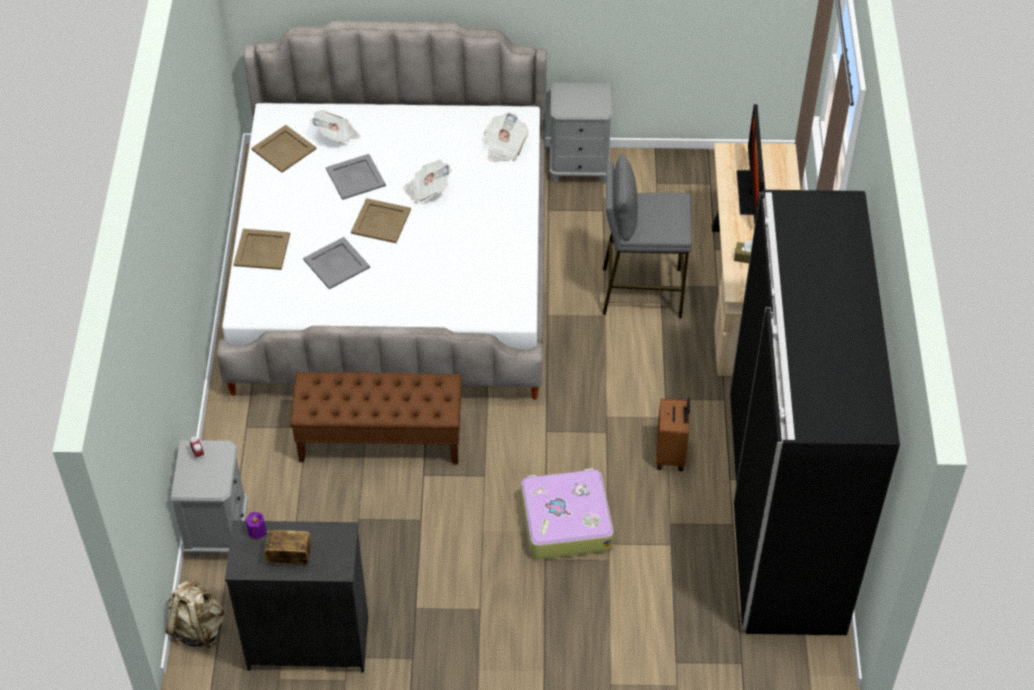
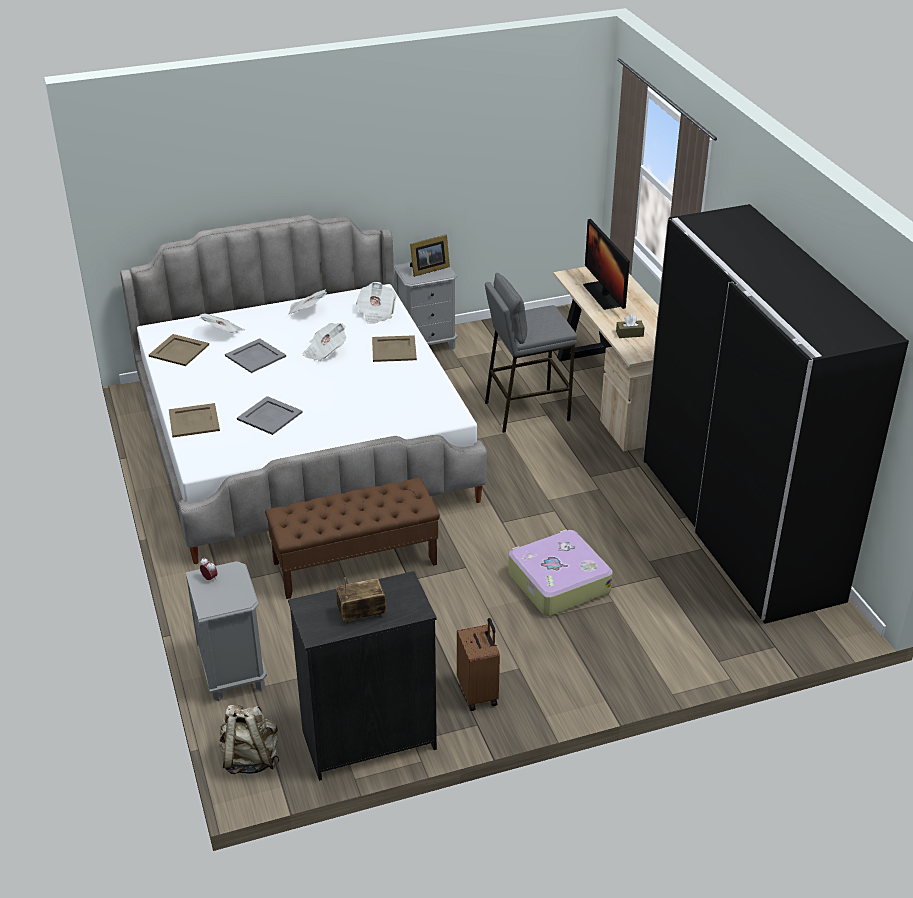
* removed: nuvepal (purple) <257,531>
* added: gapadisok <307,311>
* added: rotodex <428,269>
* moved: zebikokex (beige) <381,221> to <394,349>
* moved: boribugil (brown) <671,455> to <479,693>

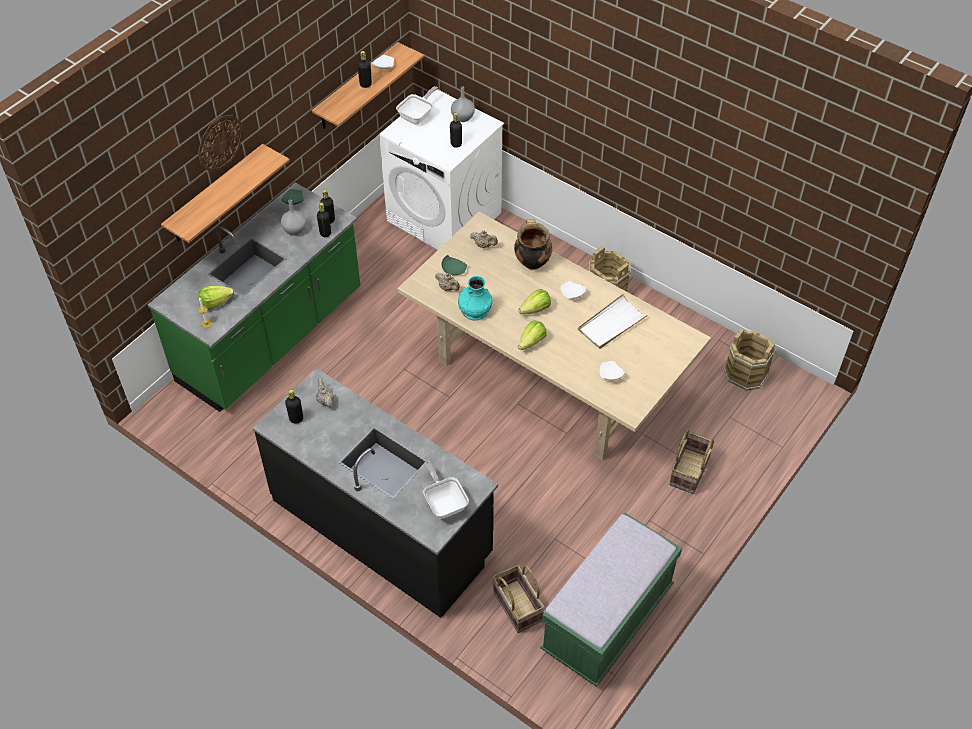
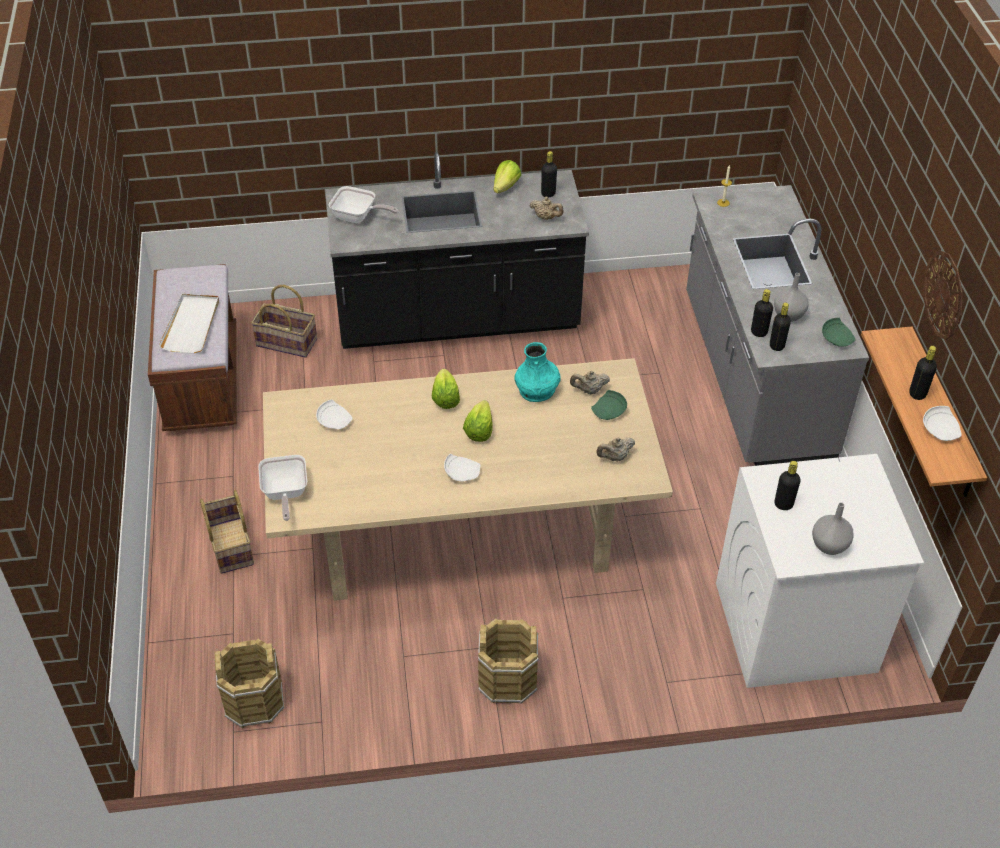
* removed: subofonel <215,195>
* removed: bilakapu <532,261>
* moved: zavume <219,142> to <944,294>
* moved: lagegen <215,303> to <505,187>
* moved: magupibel <418,116> to <285,494>
* moved: zebikokex (white) <611,324> to <191,325>
* recoloured: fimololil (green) <272,338> to fimololil (grey) <753,379>
* recoloured: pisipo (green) <607,619> to pisipo (brown) <202,381>

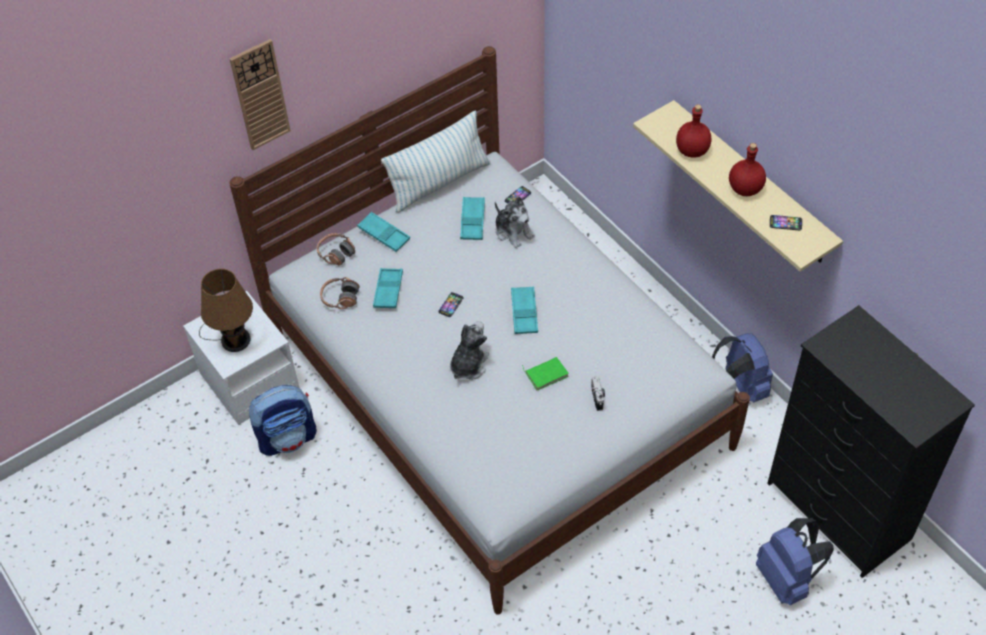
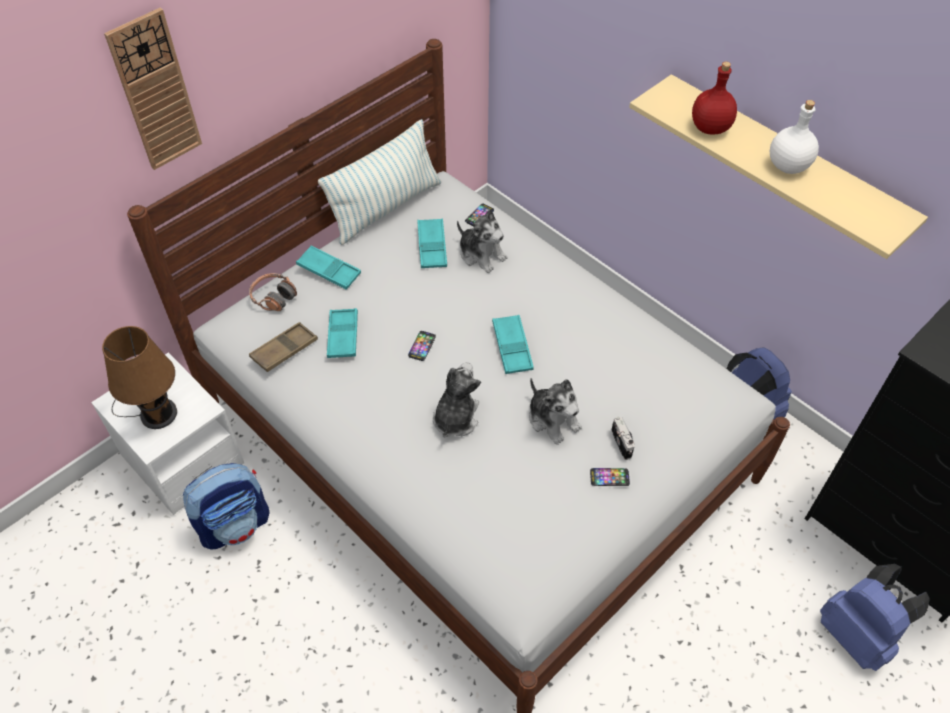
* moved: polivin <785,223> to <609,477>
* replaced: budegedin <340,298> to zebikokex (brown) <284,350>
* replaced: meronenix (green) <546,374> to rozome <553,419>
* recoloured: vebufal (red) <745,189> to vebufal (white) <788,166>

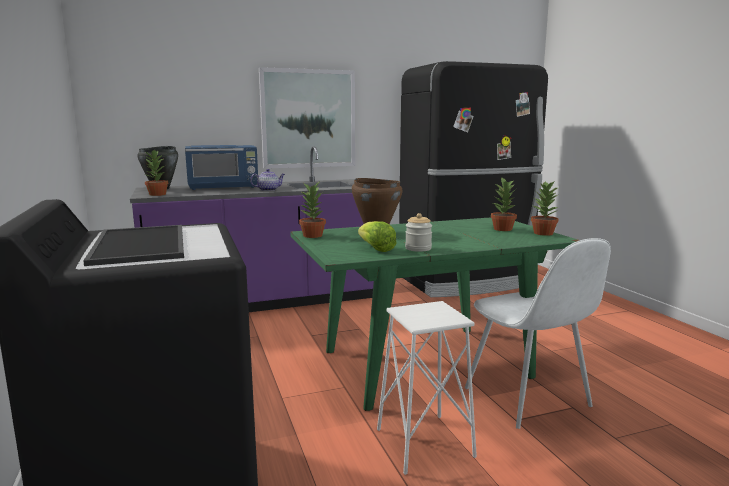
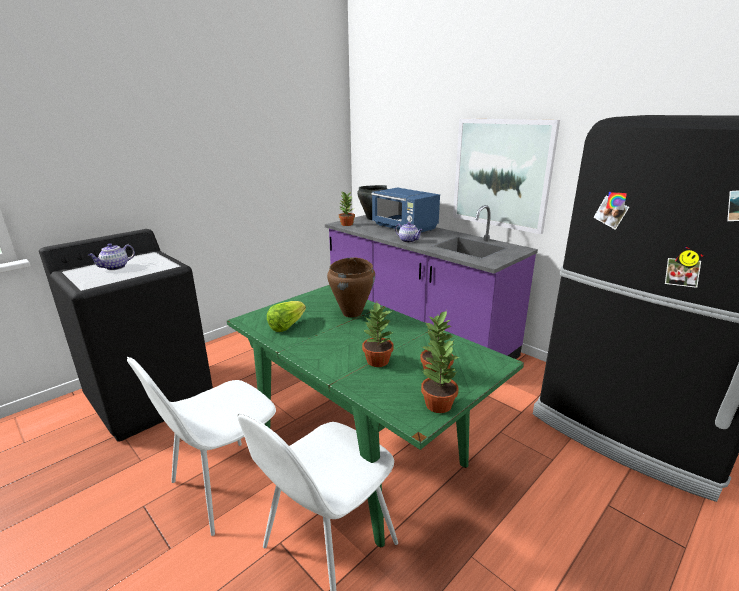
* removed: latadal <418,248>
* moved: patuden <313,236> to <377,361>
* replaced: zebikokex <142,245> to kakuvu <115,267>
* replaced: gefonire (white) <424,443> to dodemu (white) <224,486>

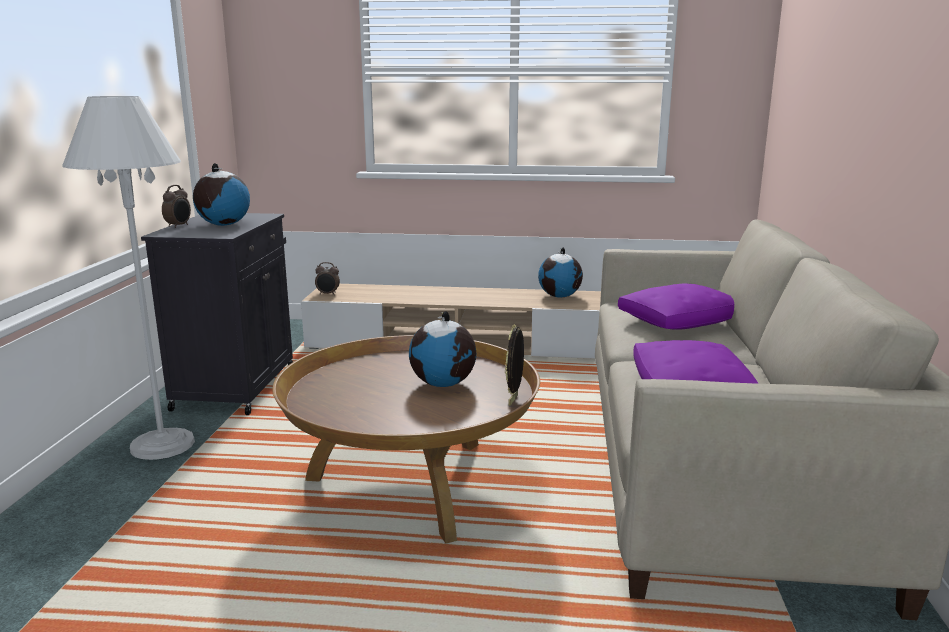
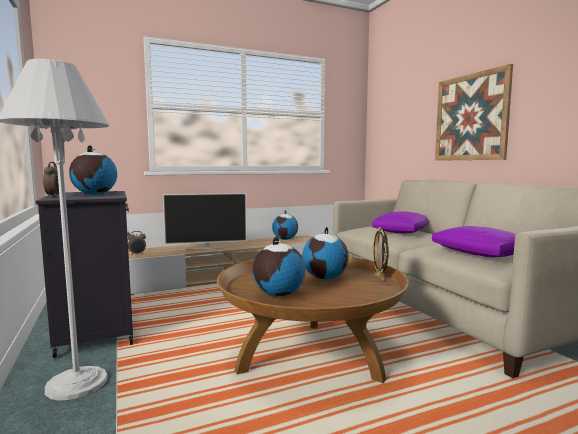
* added: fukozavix <206,248>
* added: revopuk <278,294>
* added: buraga <471,117>

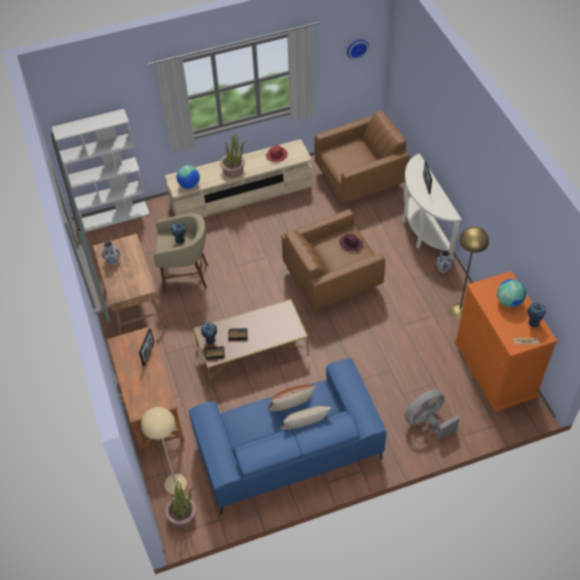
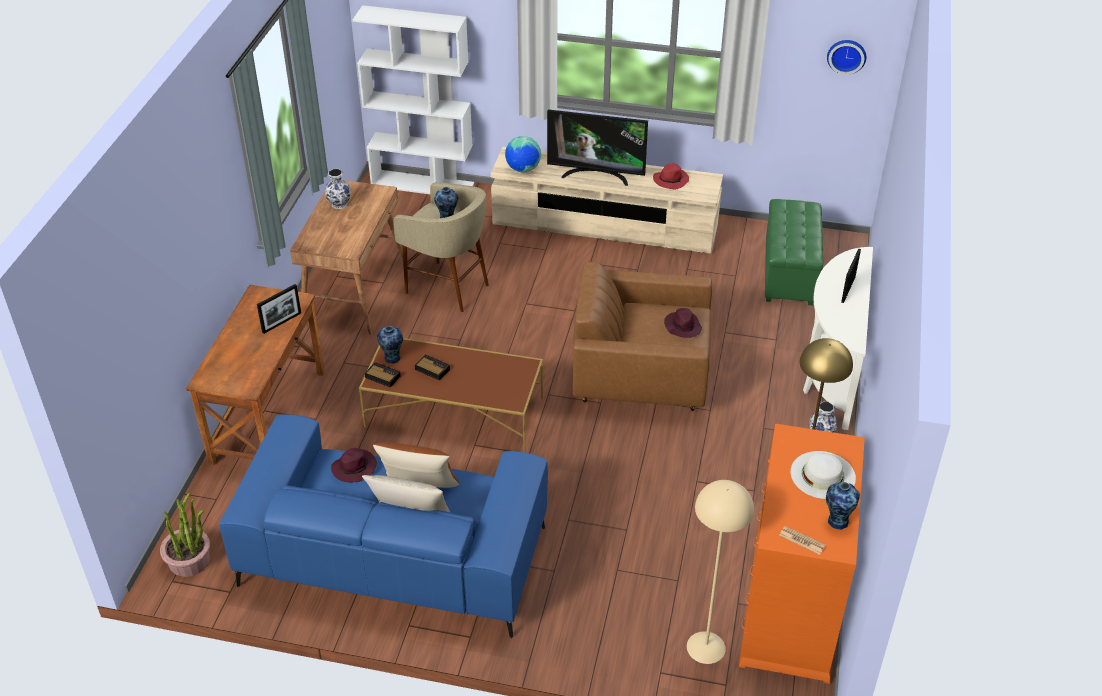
* removed: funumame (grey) <427,422>
* added: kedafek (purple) <354,467>
* moved: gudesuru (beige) <175,484> to <706,647>
* replaced: patuden <233,170> to fukozavix <596,175>
* replaced: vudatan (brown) <360,180> to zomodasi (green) <789,273>
* replaced: revopuk <509,301> to kedafek (white) <823,475>

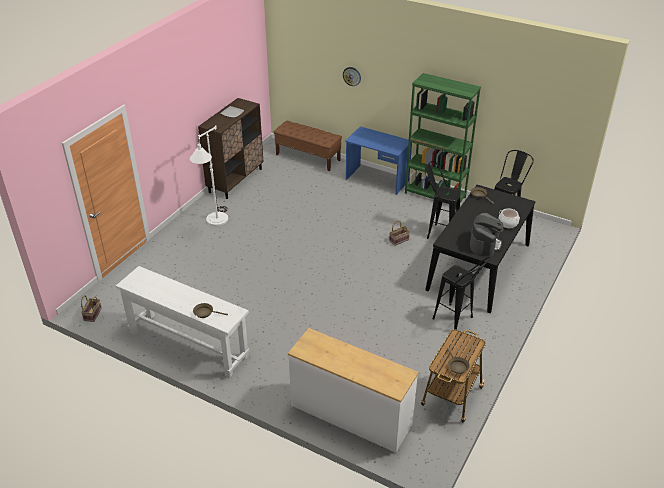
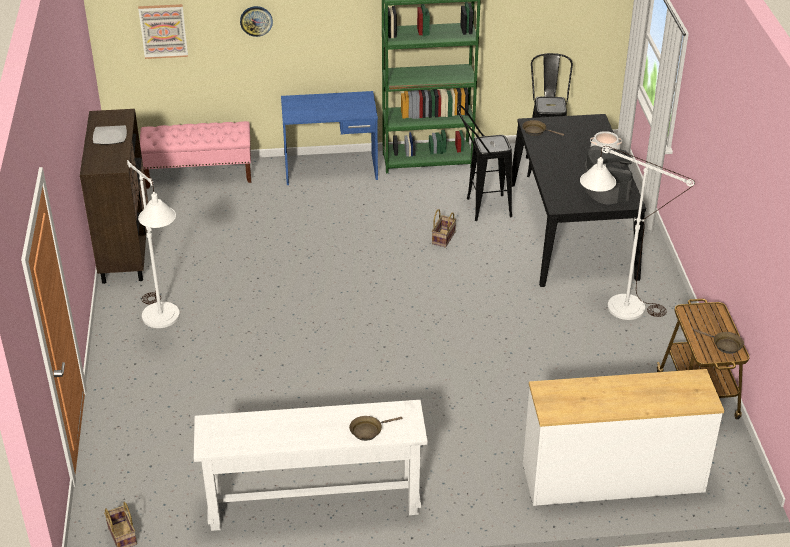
* added: buraga <163,31>
* replaced: gefonire (black) <457,321> to gudesuru (white) <614,306>
* recoloured: pisipo (brown) <308,157> to pisipo (pink) <199,174>

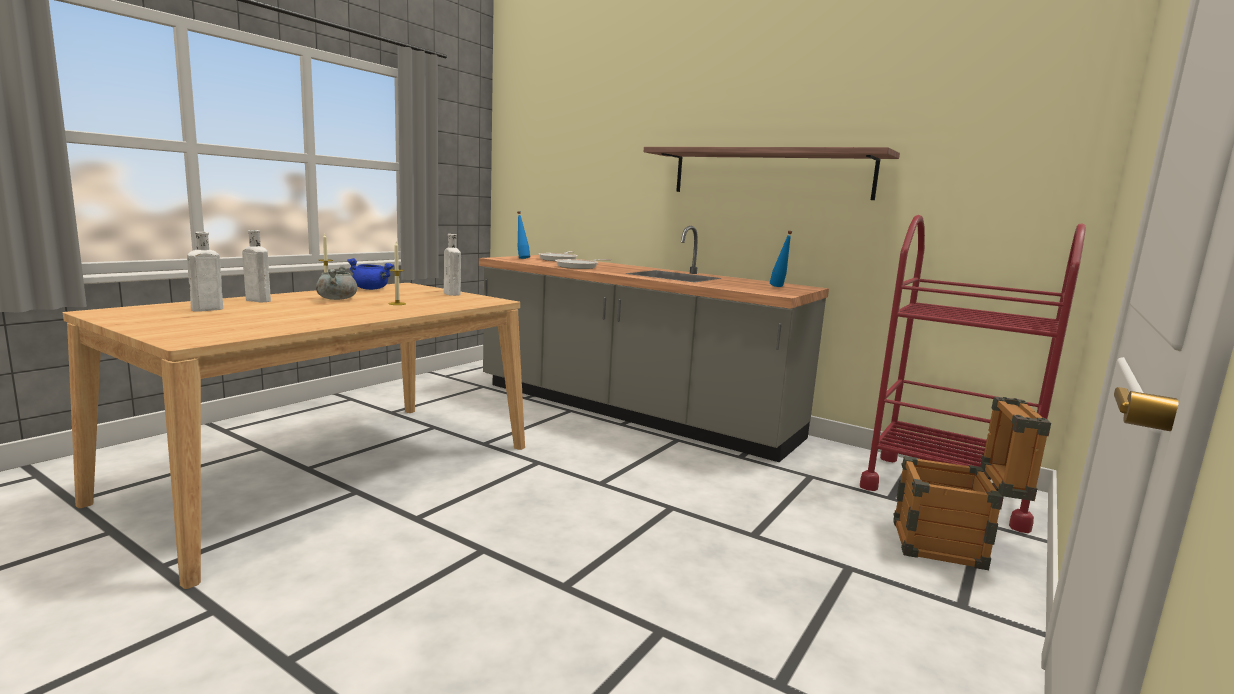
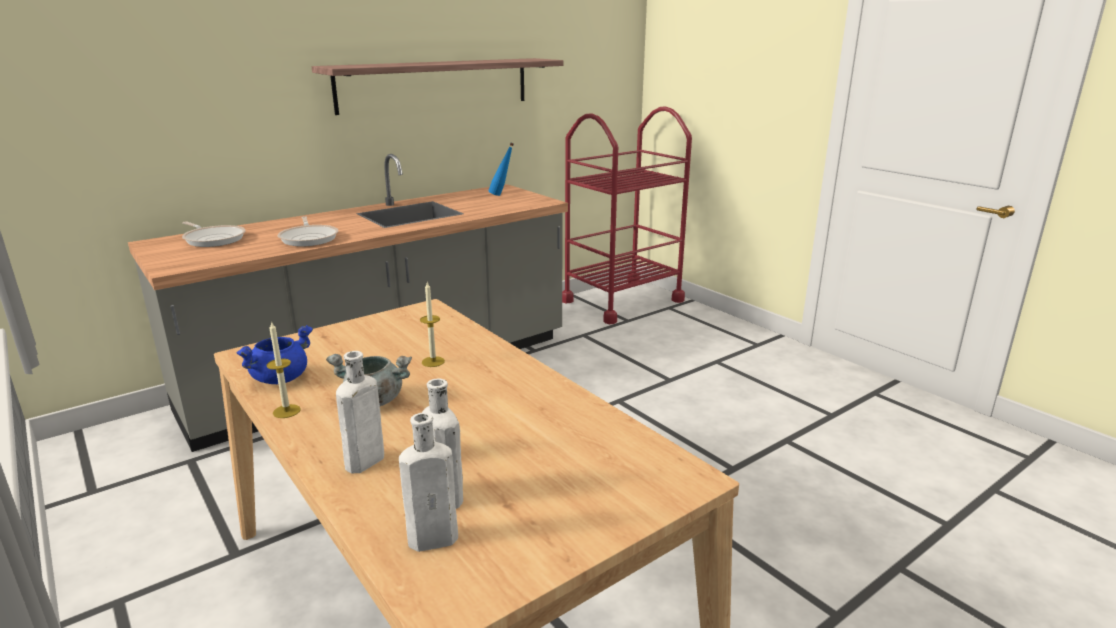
* removed: vebufal (blue) <521,258>
* removed: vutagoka <952,547>
* moved: vebufal (white) <452,294> to <437,538>

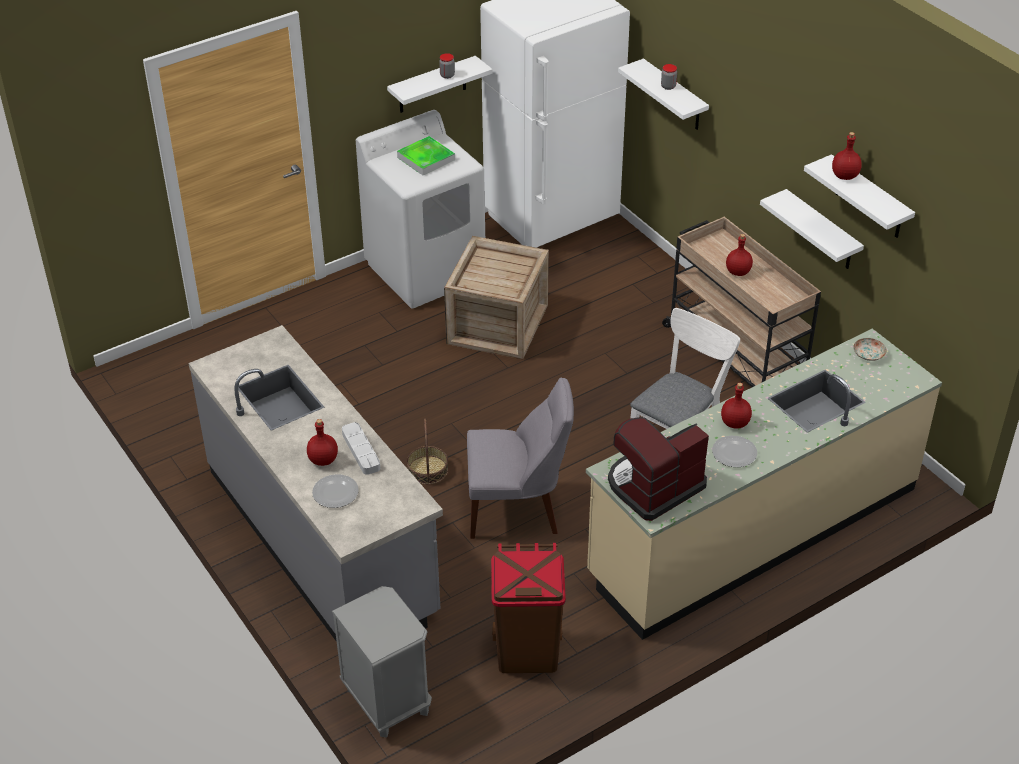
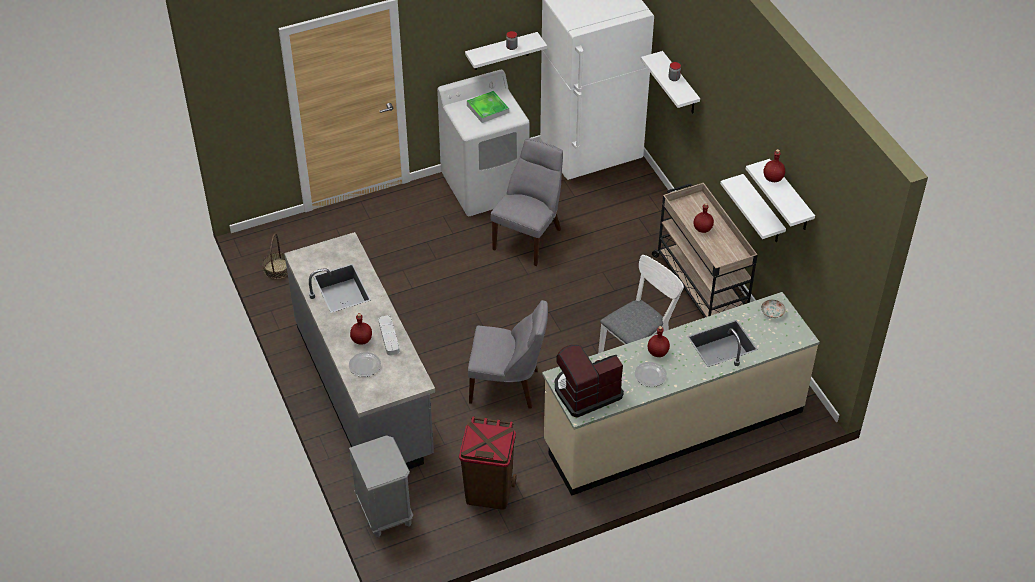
* moved: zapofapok <427,470> to <277,269>
* replaced: vutagoka <498,323> to dodemu (grey) <529,237>

